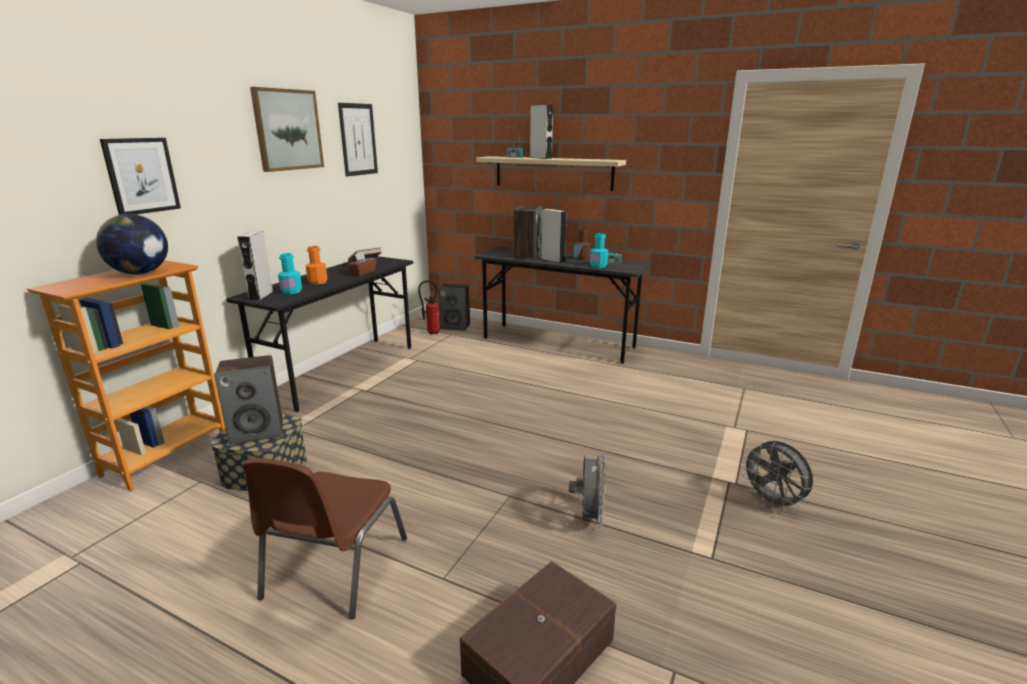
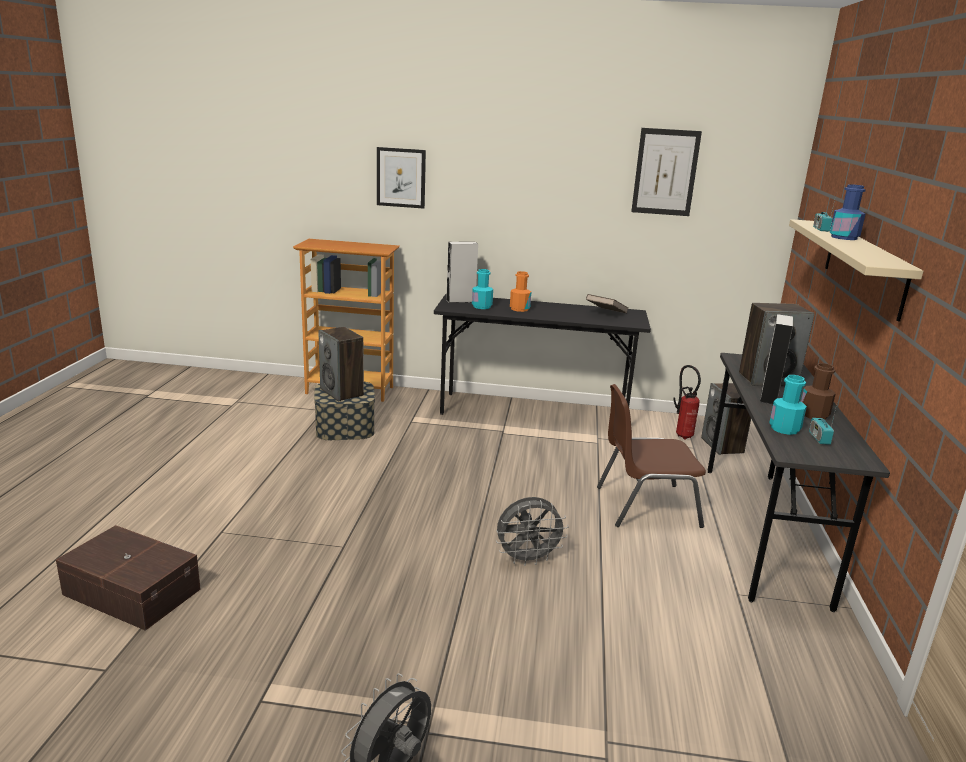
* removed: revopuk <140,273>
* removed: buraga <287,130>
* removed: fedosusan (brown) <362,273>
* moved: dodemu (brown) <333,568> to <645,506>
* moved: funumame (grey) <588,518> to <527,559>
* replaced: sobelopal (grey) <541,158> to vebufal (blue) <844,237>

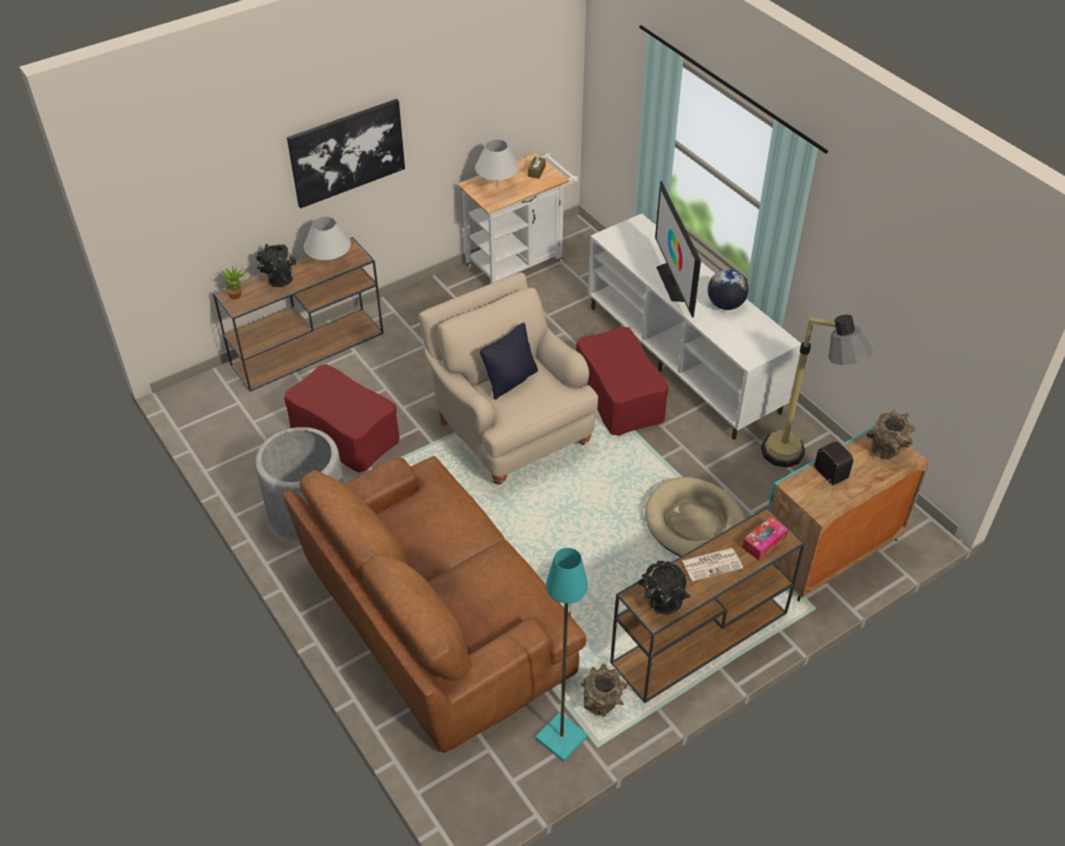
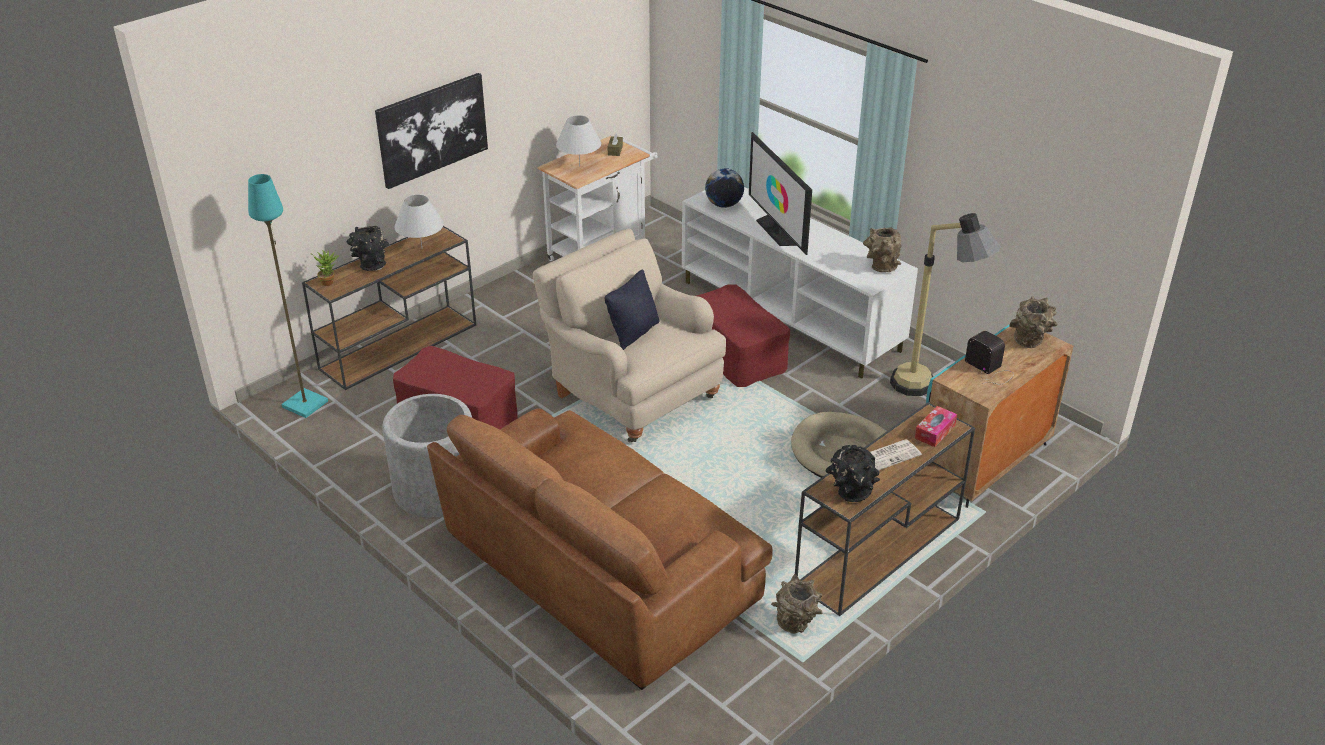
* added: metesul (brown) <880,268>
* moved: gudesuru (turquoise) <562,737> to <306,404>
* moved: revopuk <725,305> to <724,205>

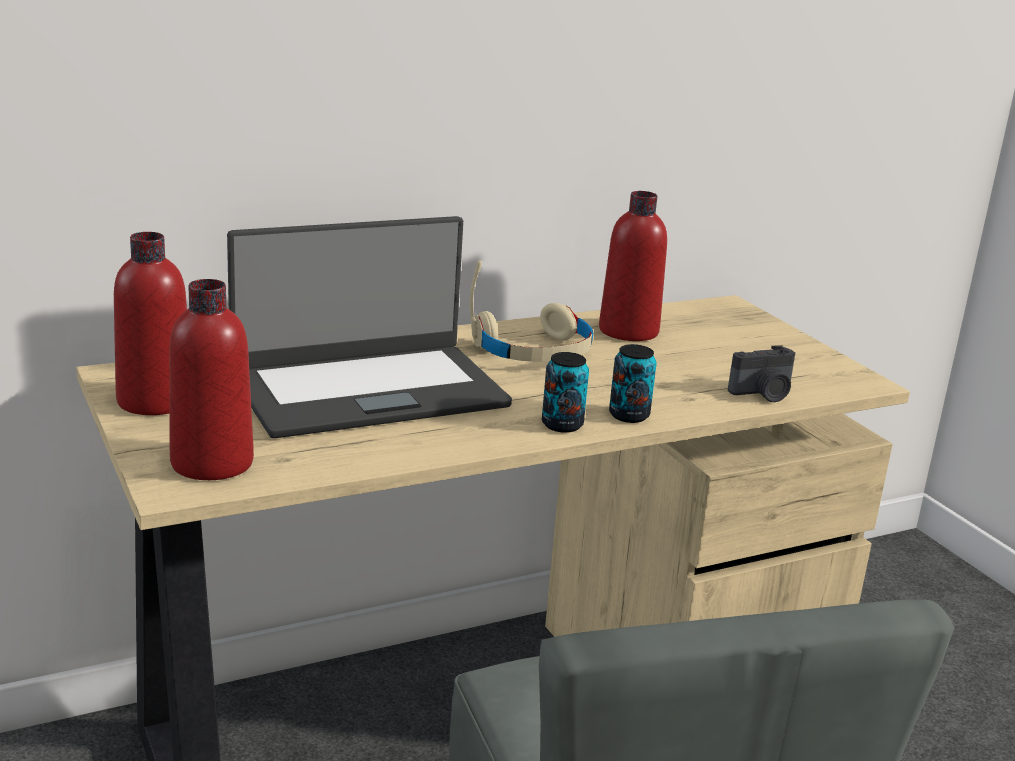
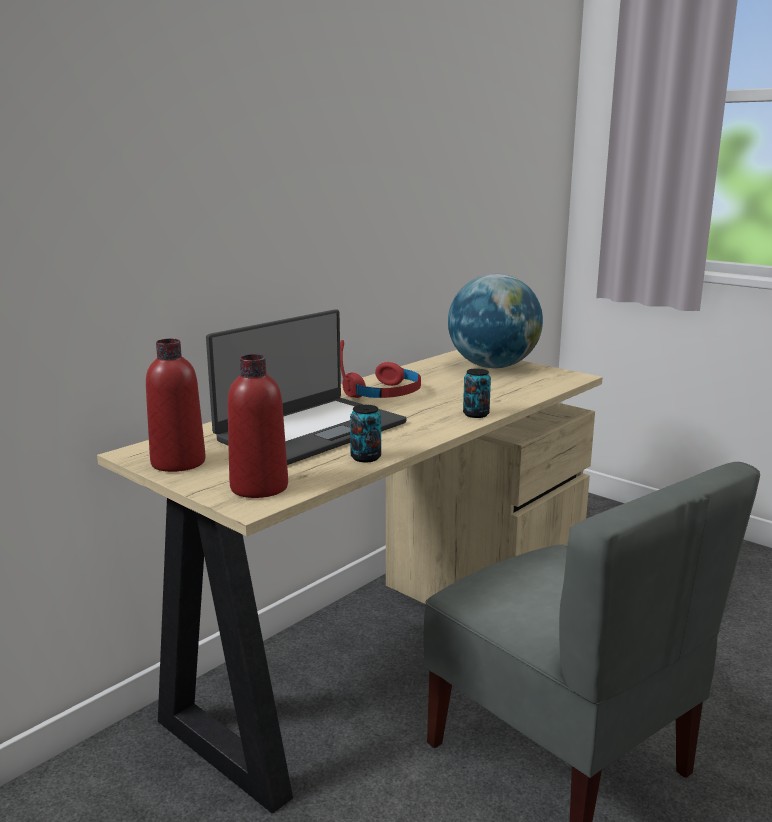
* removed: vebufal (red) <628,331>
* removed: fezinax <763,394>
* added: revopuk <493,366>
* moved: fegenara <562,425> to <365,457>
* recoloured: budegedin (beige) <533,352> to budegedin (red) <384,394>

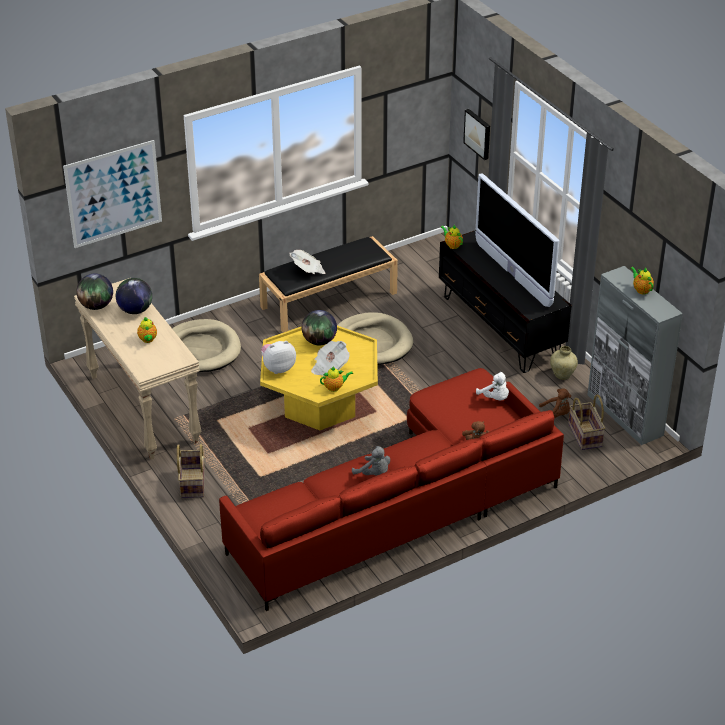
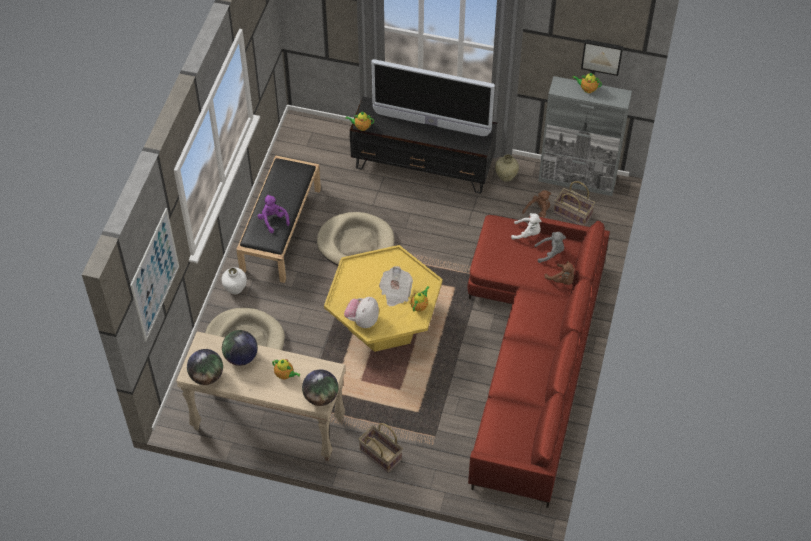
* added: metesul (white) <235,289>
* moved: revopuk <319,341> to <321,397>
* moved: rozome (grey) <374,474> to <550,253>
* moved: buraga <478,133> to <602,56>
* replaced: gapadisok <308,270> to rozome (purple) <273,220>

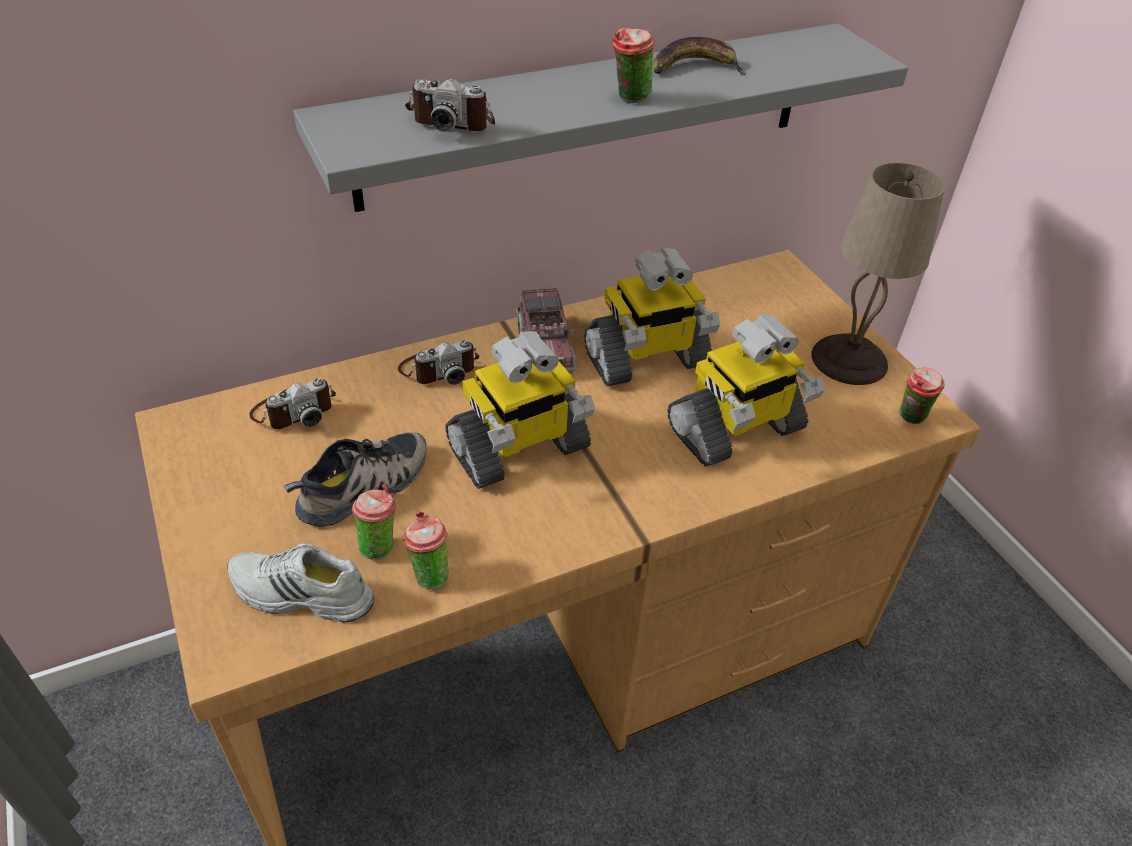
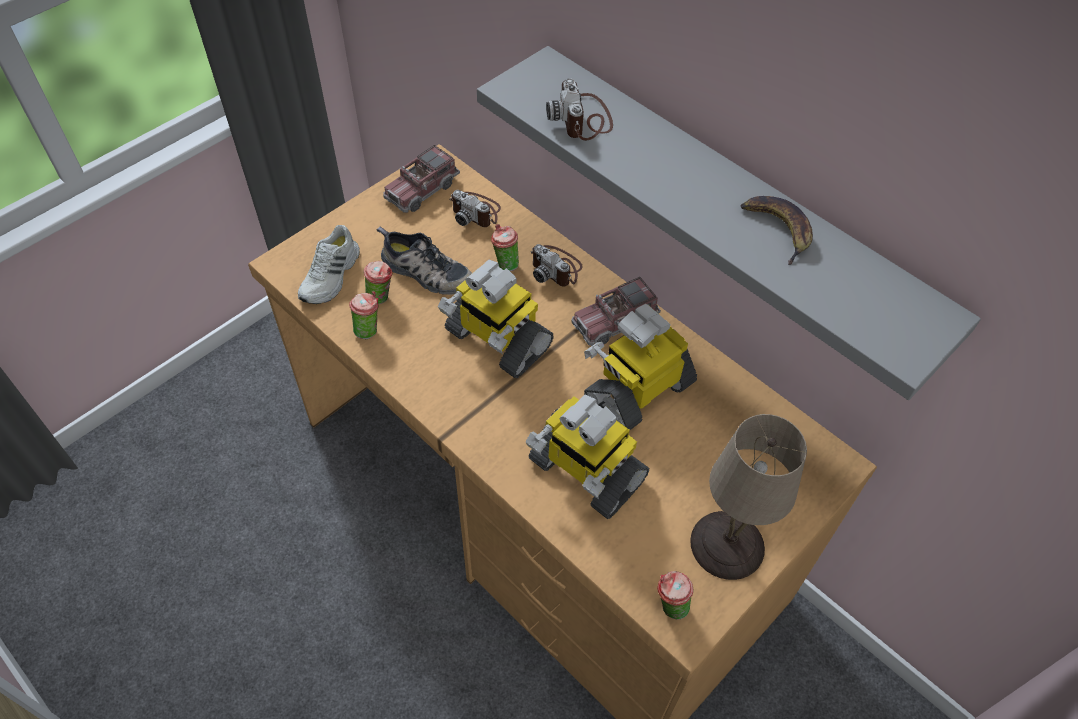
* added: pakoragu <422,189>
* moved: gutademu <629,99> to <505,264>
* turned: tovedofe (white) <300,595> = <331,276> 150 degrees counterclockwise
* turned: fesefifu <646,360> = <638,390> 90 degrees clockwise

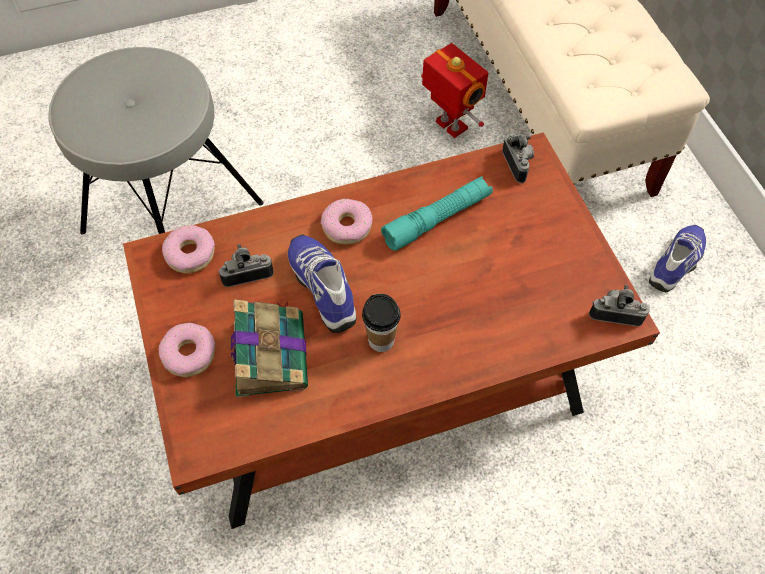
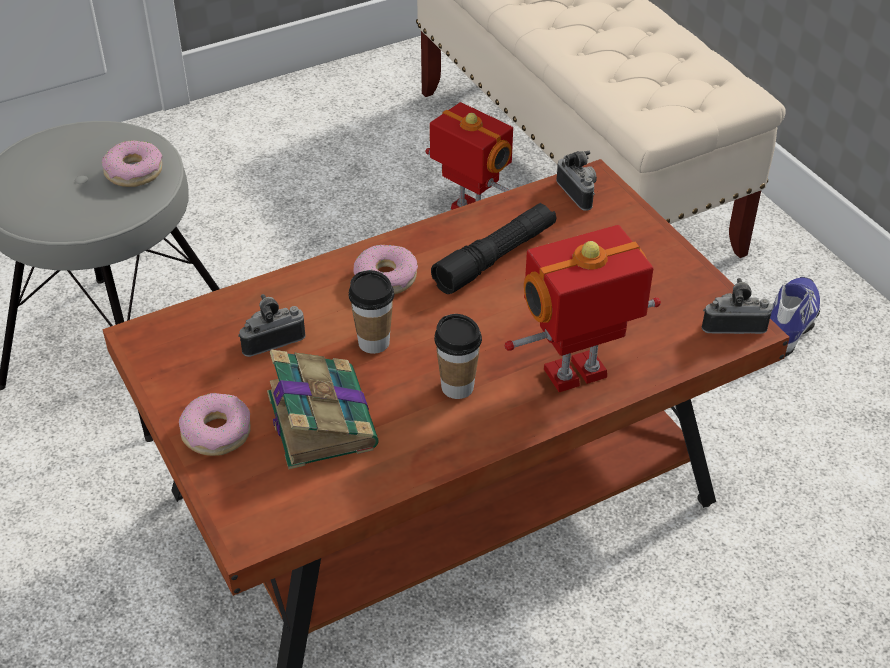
* added: fesefifu <577,376>
* moved: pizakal <190,254> to <133,172>
* replaced: tovedofe <325,287> to gutademu <374,342>
* recoloured: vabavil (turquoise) <437,219> to vabavil (black) <495,258>

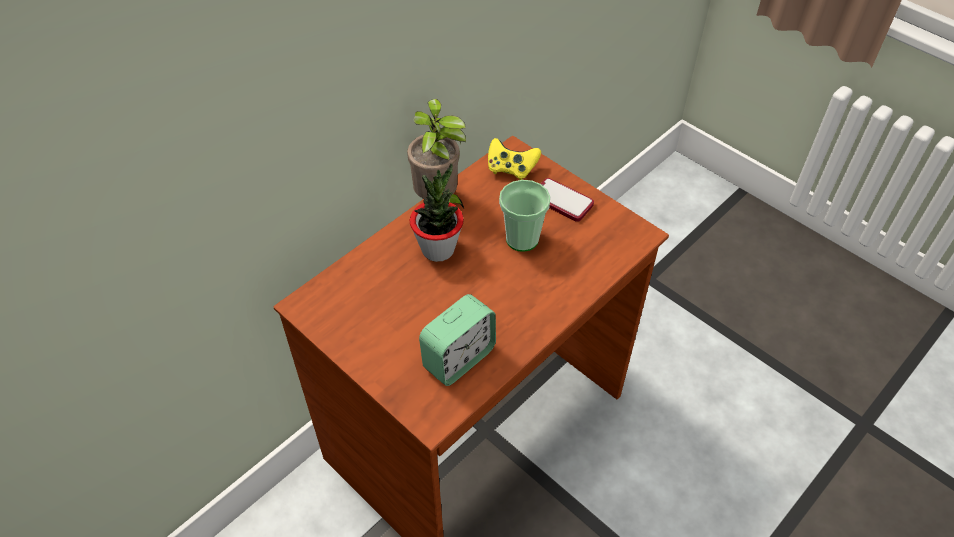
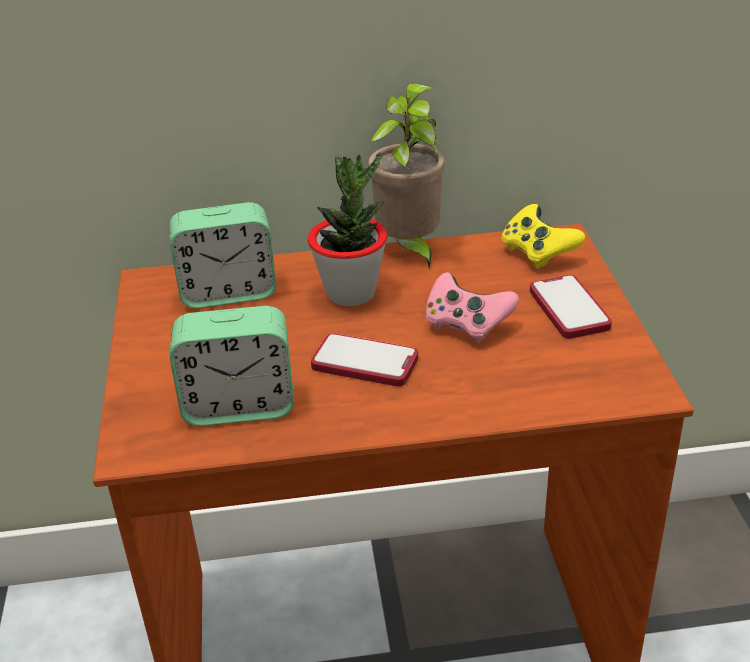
* added: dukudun <228,292>
* added: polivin <365,363>
* replaced: gutademu <522,239> to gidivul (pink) <466,325>

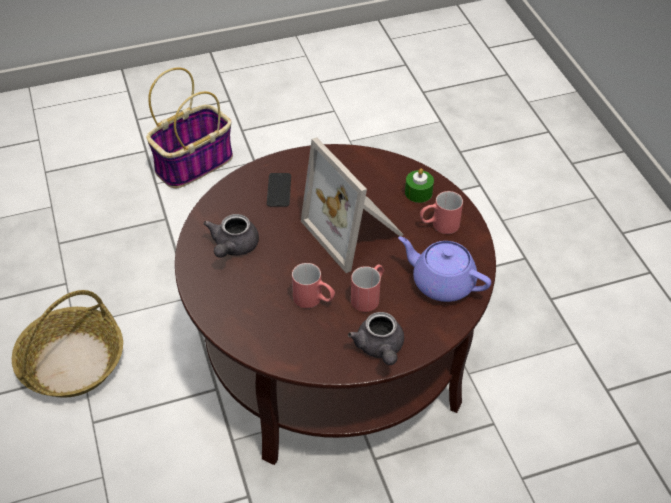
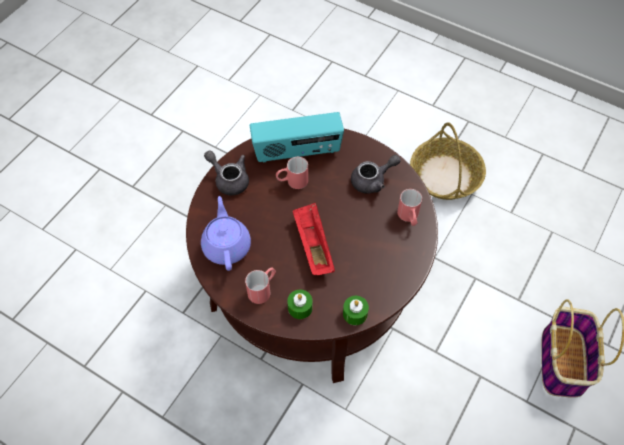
* removed: polivin <279,190>
* added: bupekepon <297,152>
* added: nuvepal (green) <355,313>
* moved: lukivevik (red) <369,295> to <409,217>
* replaced: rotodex <356,230> to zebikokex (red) <313,245>
* turned: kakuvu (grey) <233,247> = <372,180> 90 degrees clockwise
* turned: kakuvu (purple) <441,282> = <227,245> 90 degrees counterclockwise

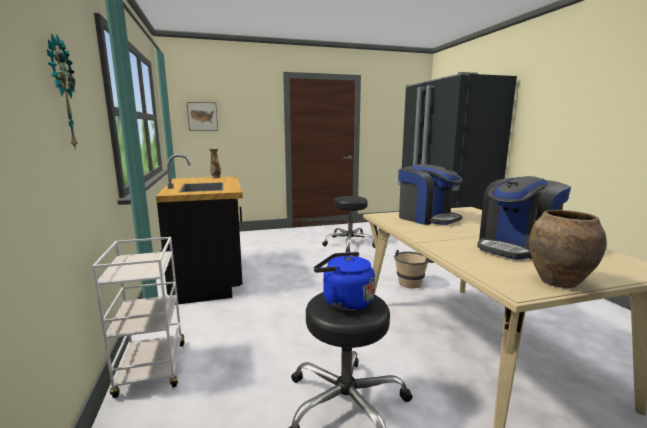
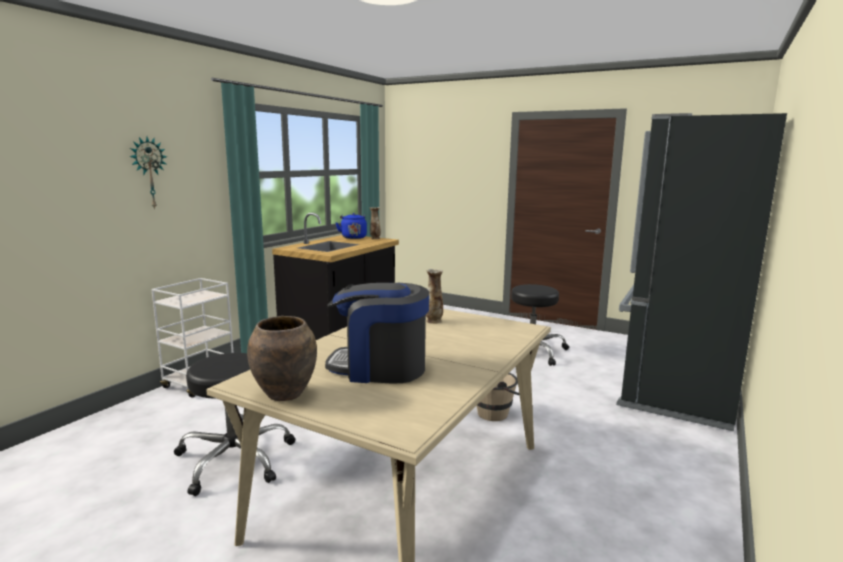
* removed: buraga <202,116>
* moved: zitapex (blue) <344,302> to <353,237>
* replaced: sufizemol <426,218> to metesul <434,321>

